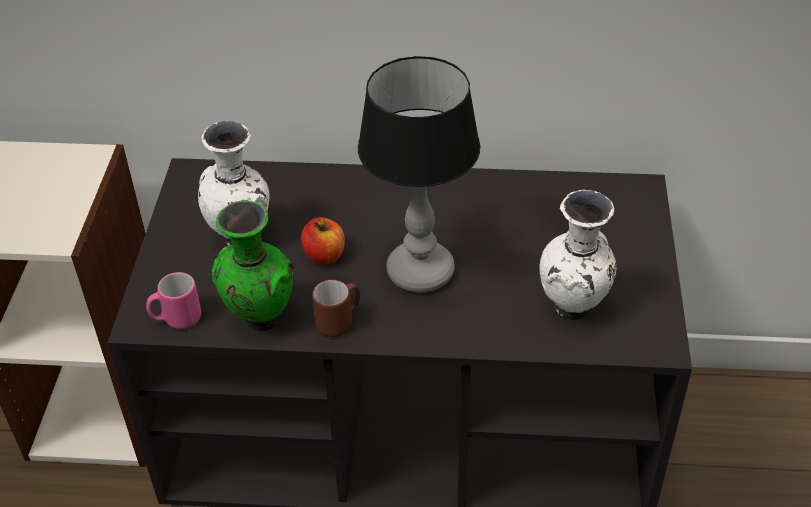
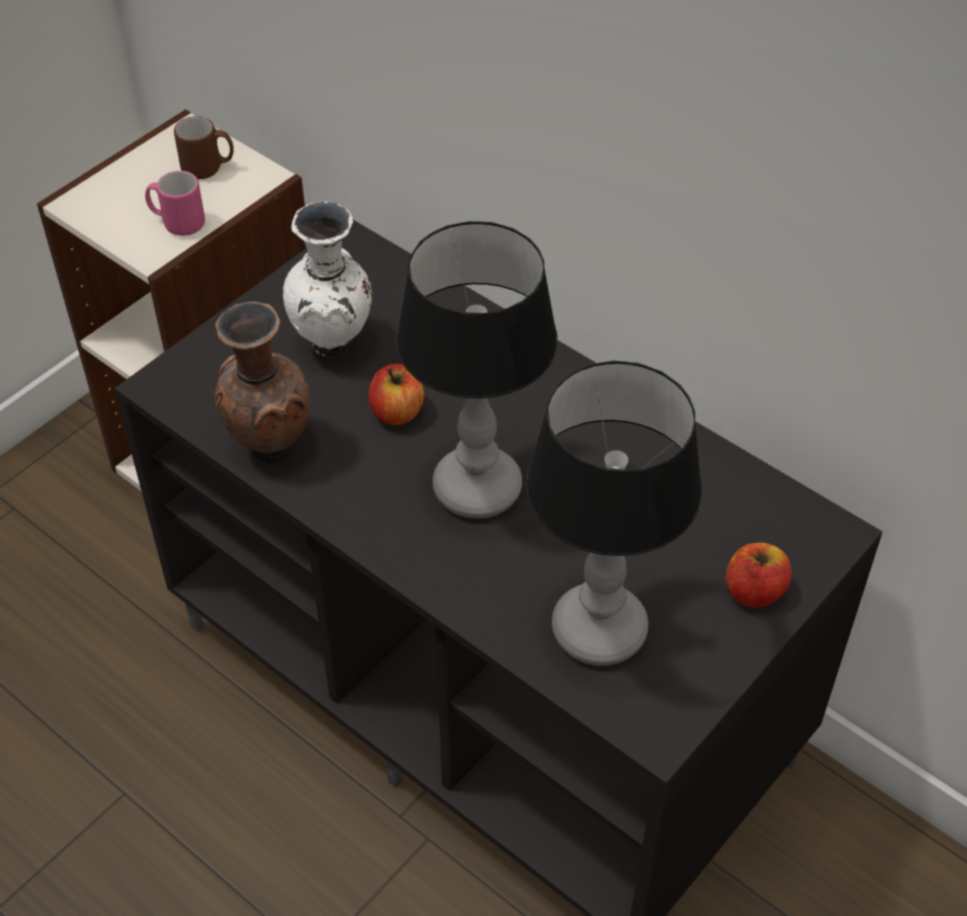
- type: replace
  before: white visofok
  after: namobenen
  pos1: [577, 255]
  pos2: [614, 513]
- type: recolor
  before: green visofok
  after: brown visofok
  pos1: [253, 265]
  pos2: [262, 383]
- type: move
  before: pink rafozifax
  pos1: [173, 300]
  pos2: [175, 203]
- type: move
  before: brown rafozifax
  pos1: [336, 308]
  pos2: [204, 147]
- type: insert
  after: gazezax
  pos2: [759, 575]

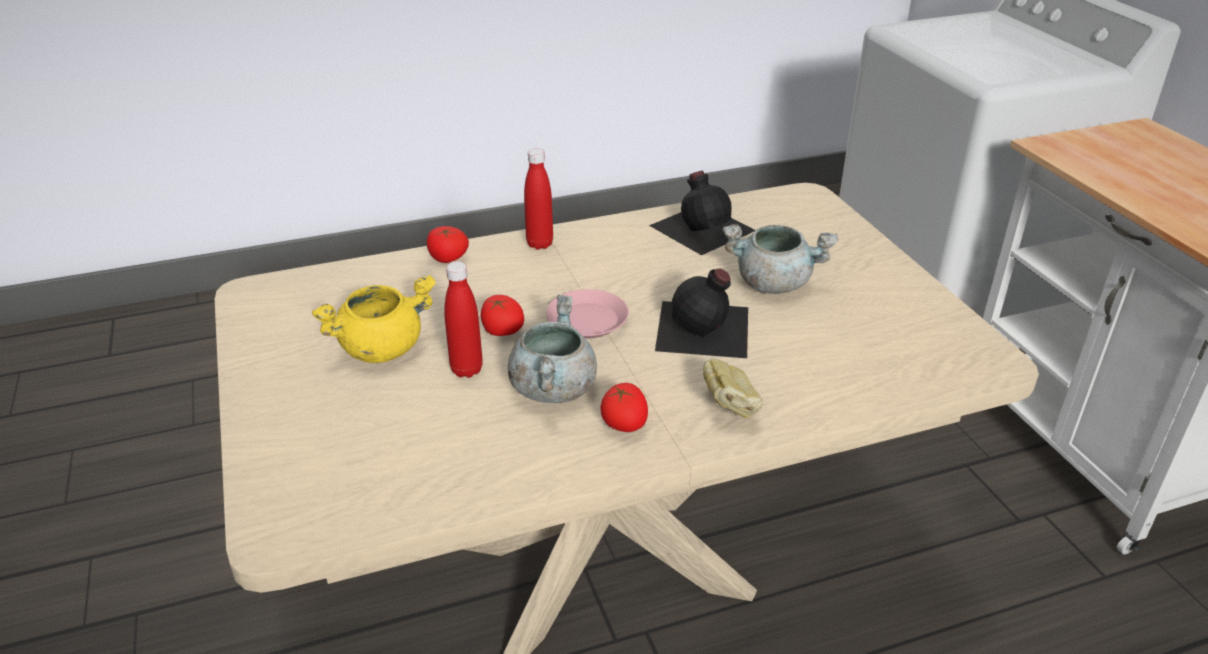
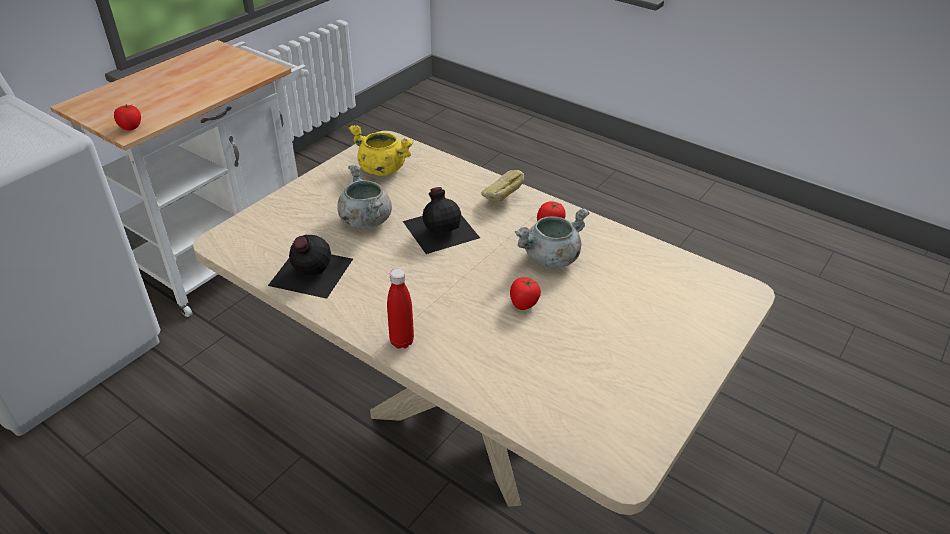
- type: move
  before: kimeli
  pos1: [448, 244]
  pos2: [127, 117]
- type: delete
  before: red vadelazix
  pos1: [463, 319]
- type: move
  before: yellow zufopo
  pos1: [374, 319]
  pos2: [381, 150]
- type: delete
  before: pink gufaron
  pos1: [587, 313]

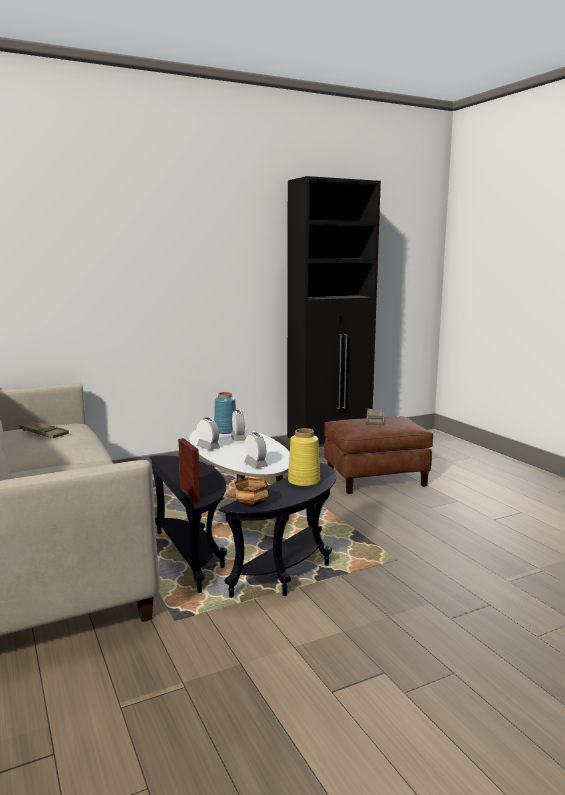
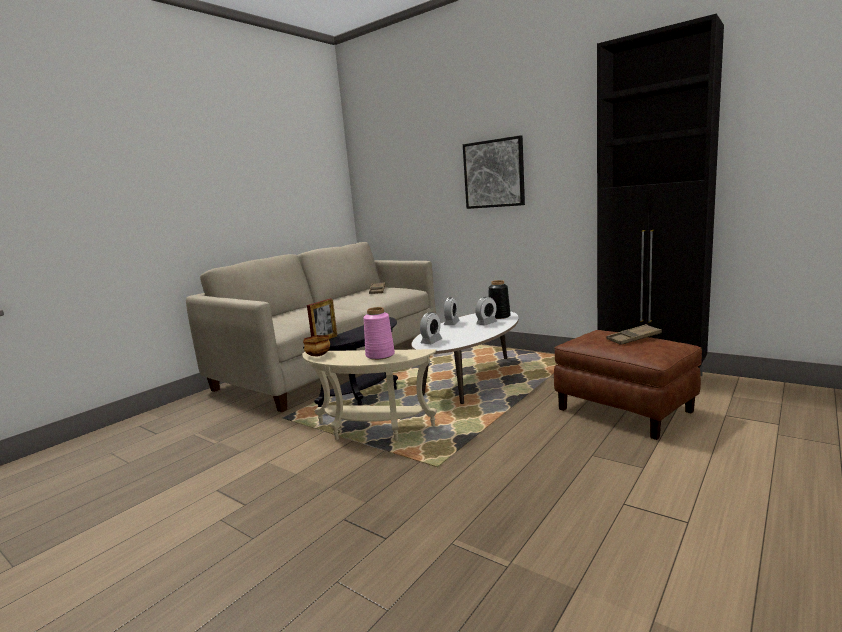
- type: recolor
  before: blue visofok
  after: black visofok
  pos1: [225, 413]
  pos2: [500, 299]
- type: recolor
  before: yellow visofok
  after: pink visofok
  pos1: [304, 457]
  pos2: [379, 333]
- type: recolor
  before: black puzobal
  after: beige puzobal
  pos1: [277, 530]
  pos2: [369, 395]
- type: insert
  after: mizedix
  pos2: [494, 172]

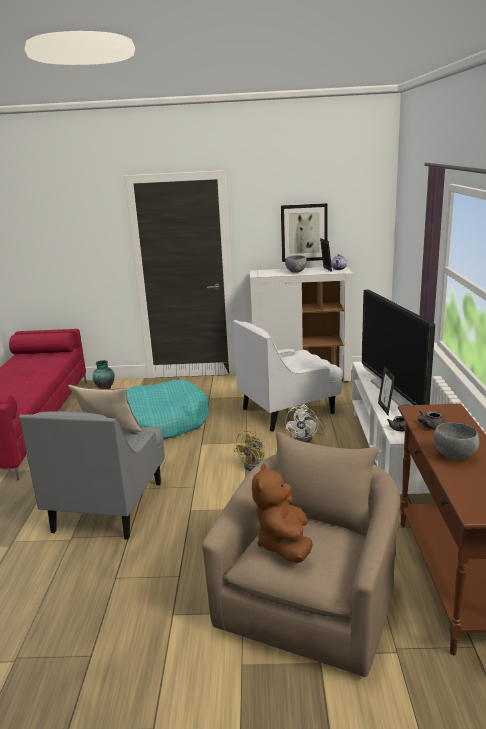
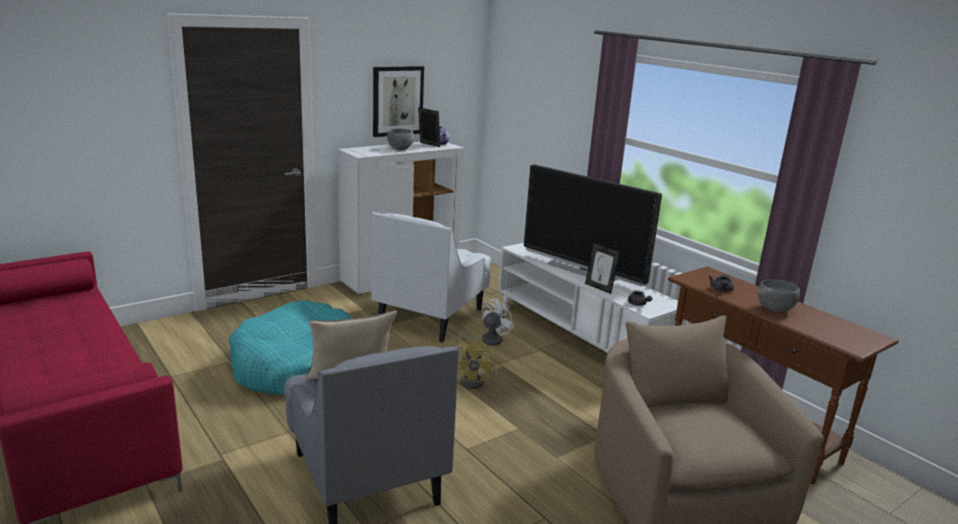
- type: delete
  before: visofok
  pos1: [103, 374]
- type: rotate
  before: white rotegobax
  pos1: [305, 424]
  pos2: [485, 322]
  turn: -120
- type: delete
  before: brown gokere
  pos1: [282, 513]

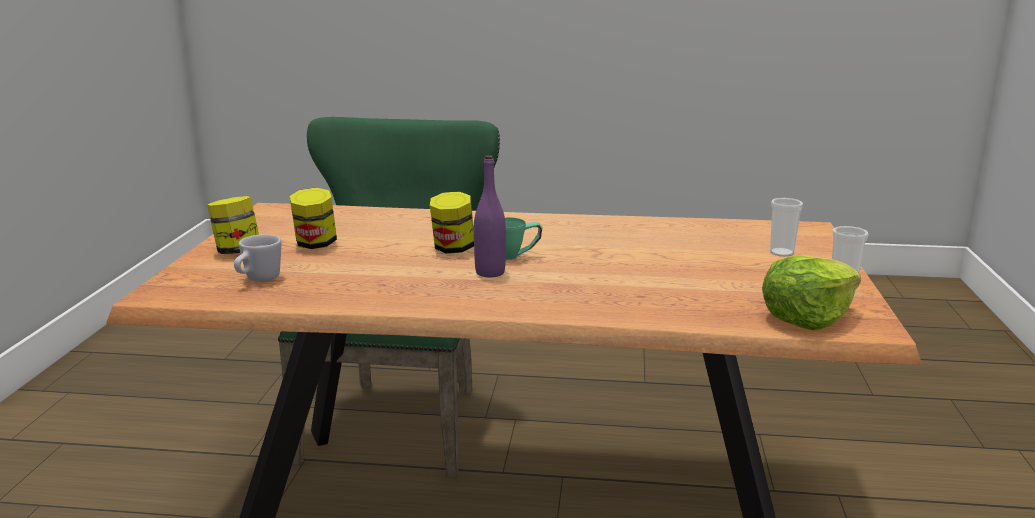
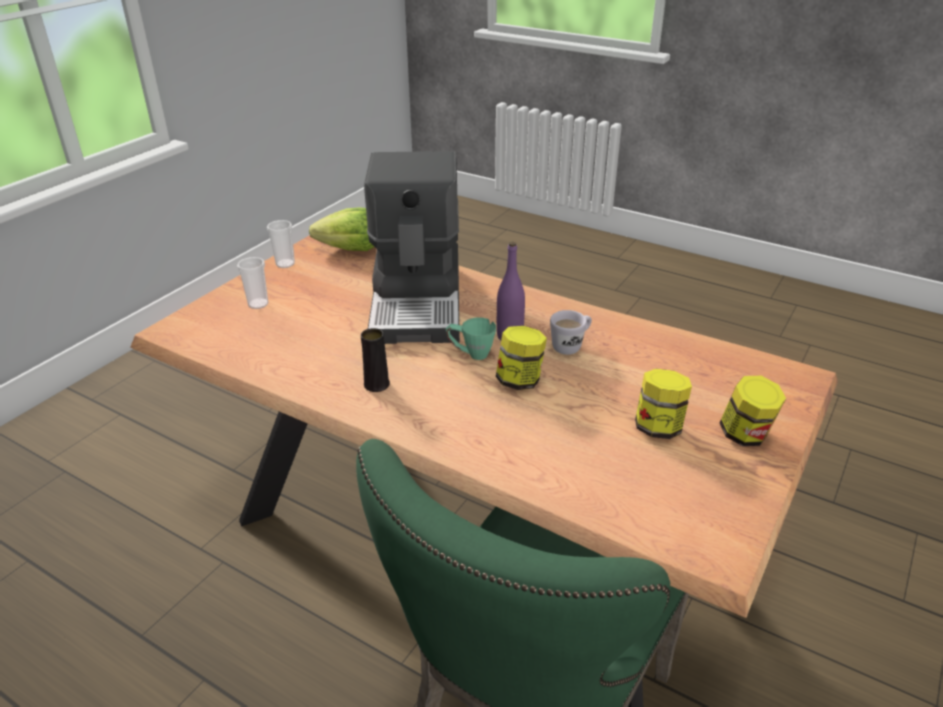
- type: move
  before: white rafozifax
  pos1: [257, 258]
  pos2: [571, 332]
- type: insert
  after: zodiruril
  pos2: [412, 247]
- type: insert
  after: black visofok
  pos2: [375, 360]

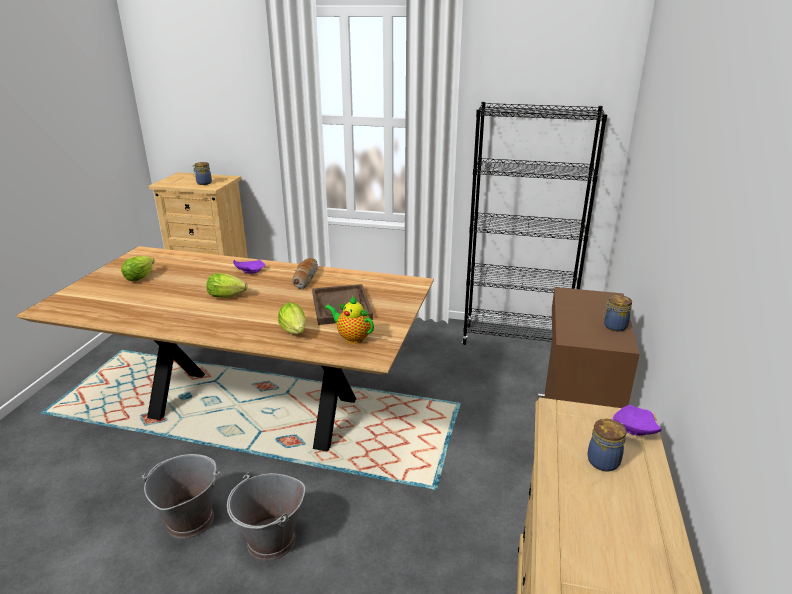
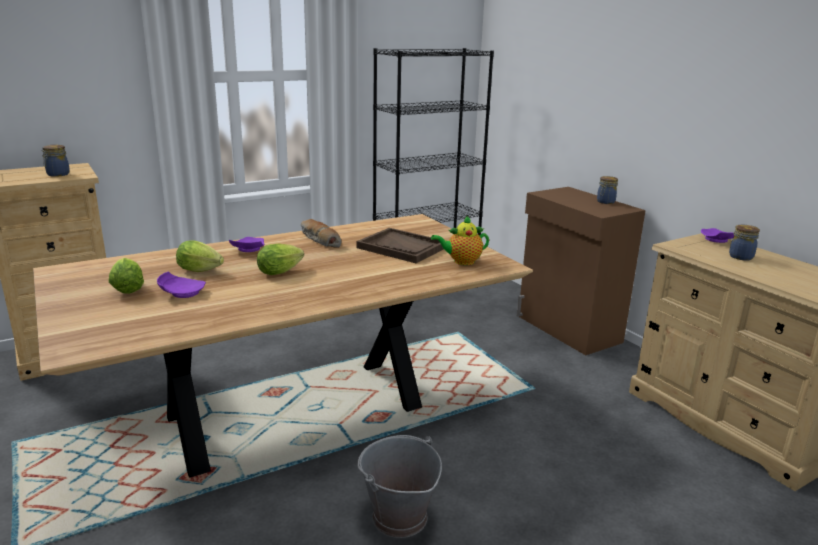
- type: move
  before: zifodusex
  pos1: [292, 318]
  pos2: [200, 256]
- type: delete
  before: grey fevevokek
  pos1: [266, 516]
- type: insert
  after: purple gufaron
  pos2: [181, 285]

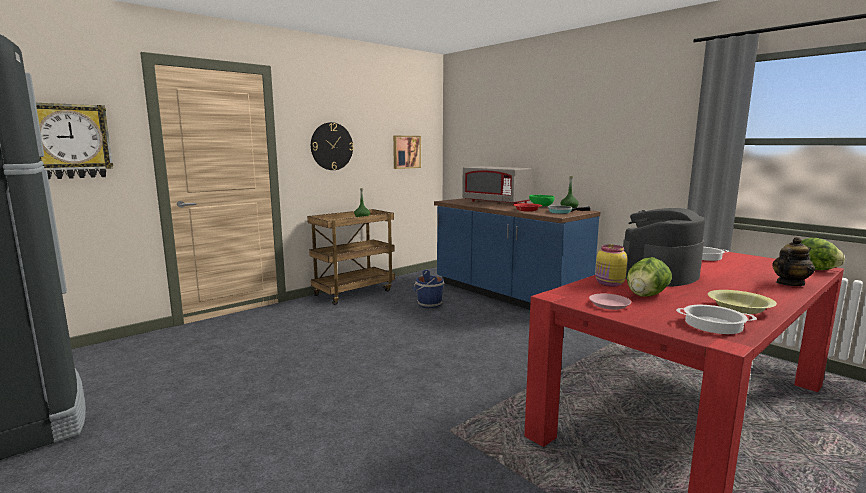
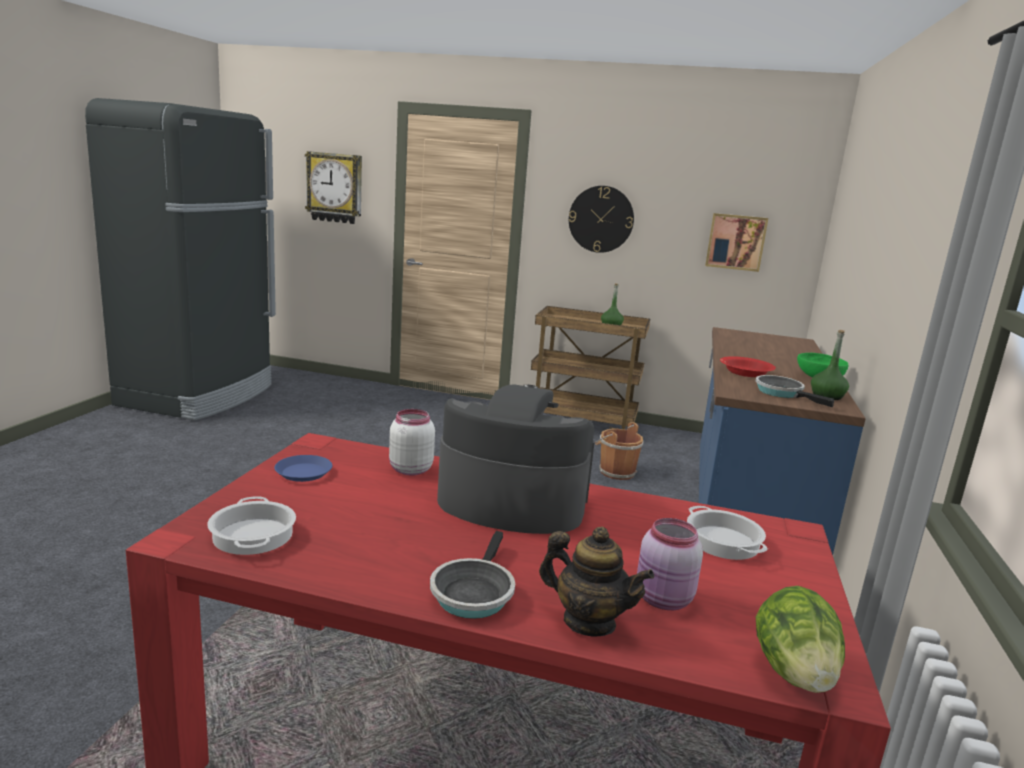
- type: delete
  before: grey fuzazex
  pos1: [497, 185]
- type: recolor
  before: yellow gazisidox
  after: white gazisidox
  pos1: [611, 266]
  pos2: [412, 442]
- type: delete
  before: zifodusex
  pos1: [649, 277]
- type: recolor
  before: blue fevevokek
  after: brown fevevokek
  pos1: [428, 289]
  pos2: [619, 451]
- type: delete
  before: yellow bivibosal
  pos1: [742, 302]
- type: recolor
  before: pink gufaron
  after: blue gufaron
  pos1: [610, 302]
  pos2: [303, 468]
- type: insert
  after: pink gazisidox
  pos2: [670, 564]
- type: insert
  after: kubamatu
  pos2: [472, 575]

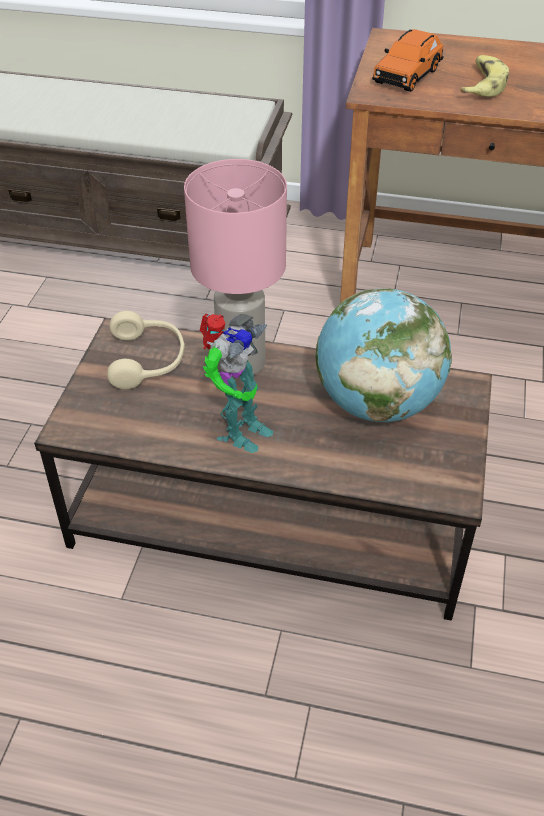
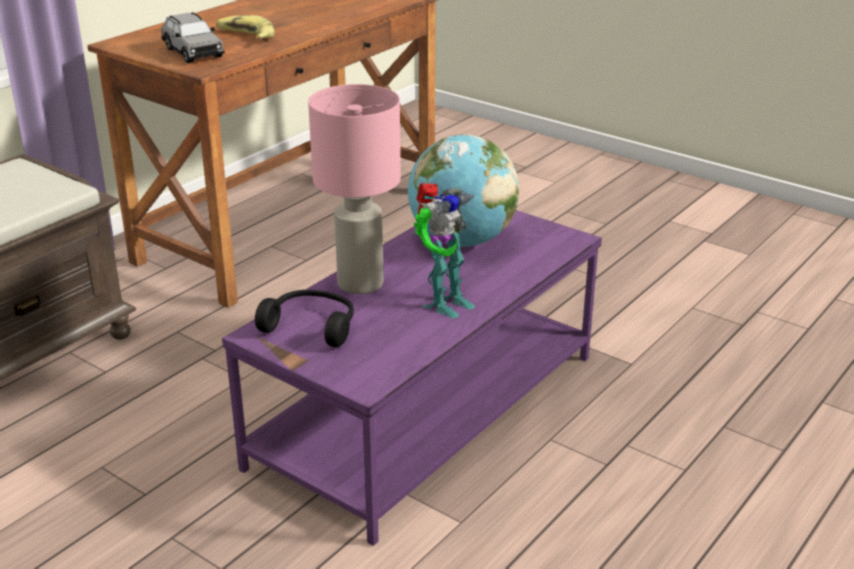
- type: recolor
  before: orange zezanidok
  after: grey zezanidok
  pos1: [408, 60]
  pos2: [193, 37]
- type: recolor
  before: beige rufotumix
  after: black rufotumix
  pos1: [146, 350]
  pos2: [304, 318]
- type: rotate
  before: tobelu
  pos1: [236, 383]
  pos2: [444, 250]
  turn: 75
- type: recolor
  before: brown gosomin
  after: purple gosomin
  pos1: [263, 469]
  pos2: [412, 378]

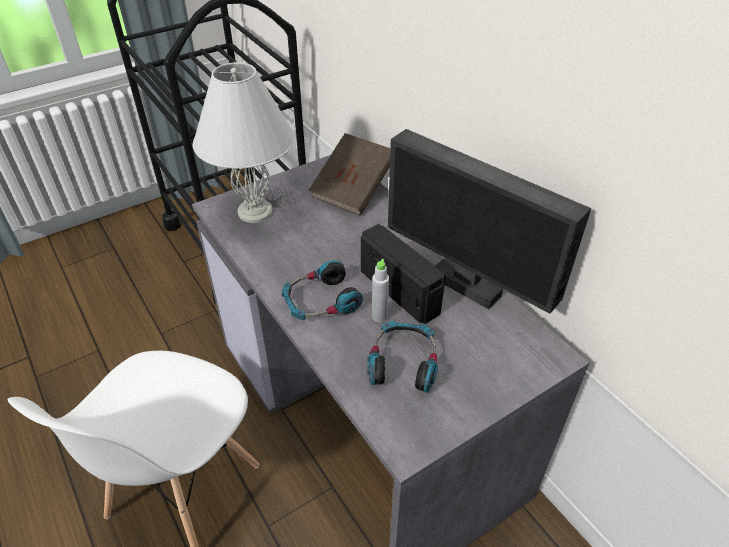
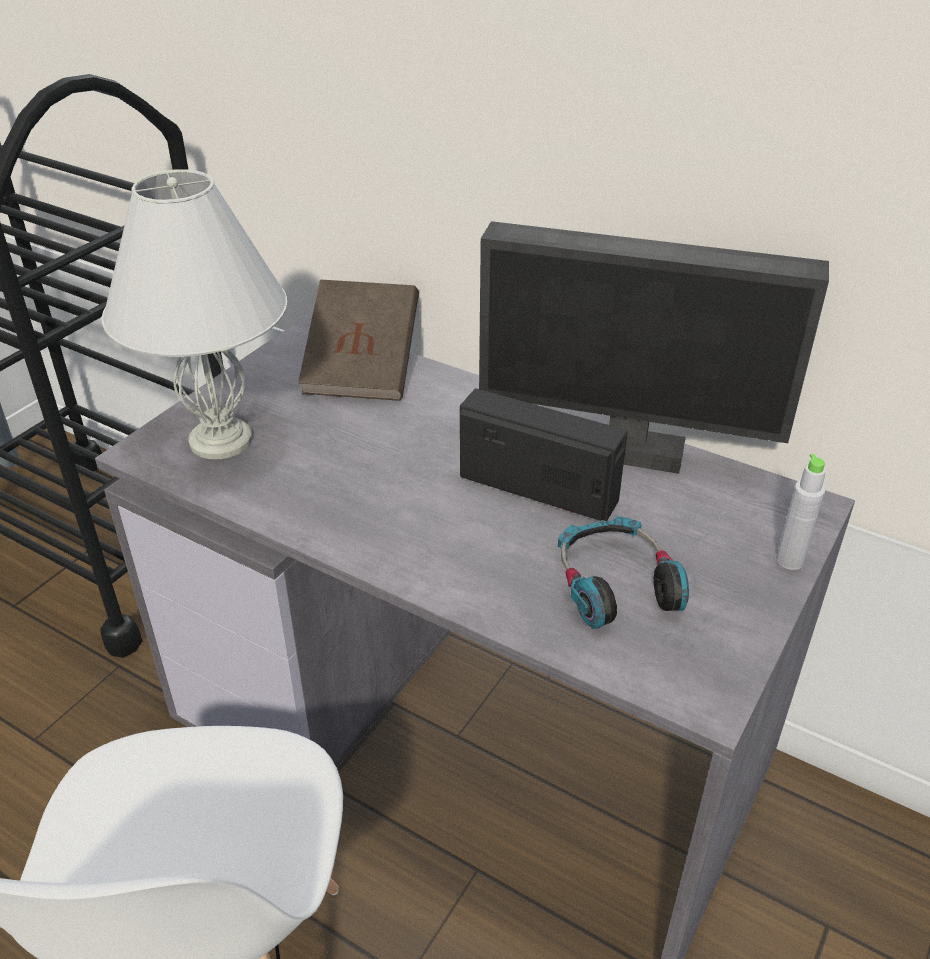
- type: move
  before: grey vadelazix
  pos1: [380, 290]
  pos2: [801, 512]
- type: delete
  before: rufotumix
  pos1: [322, 290]

